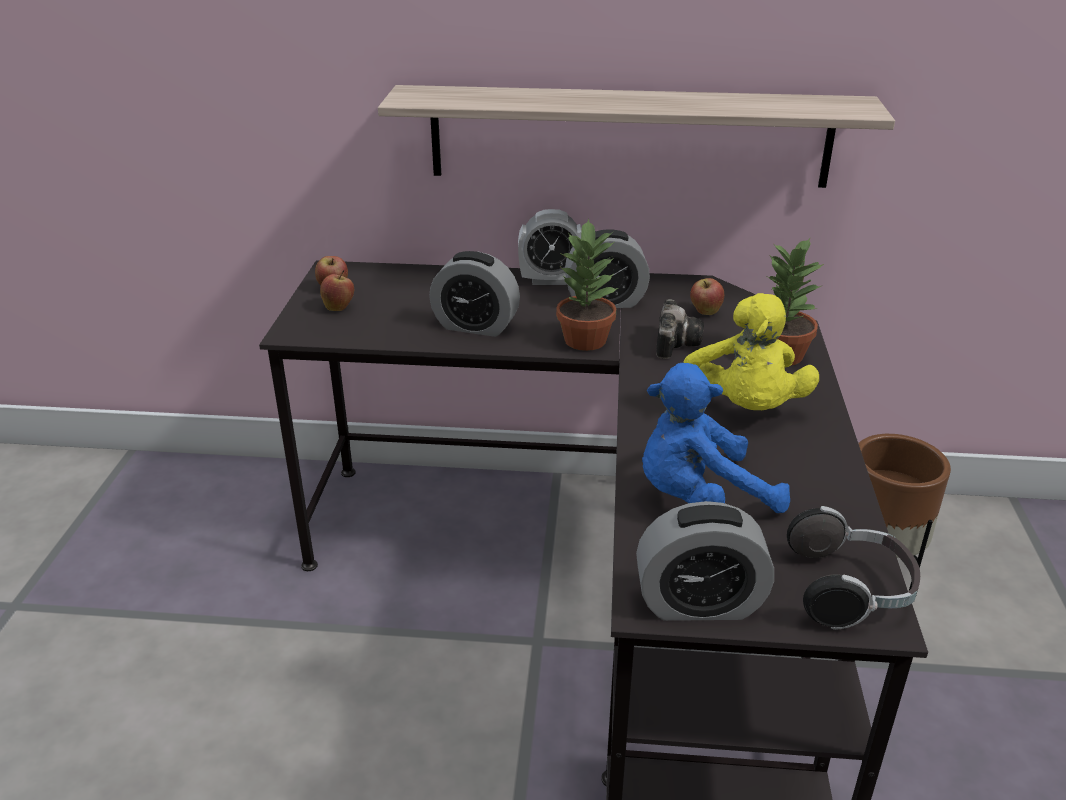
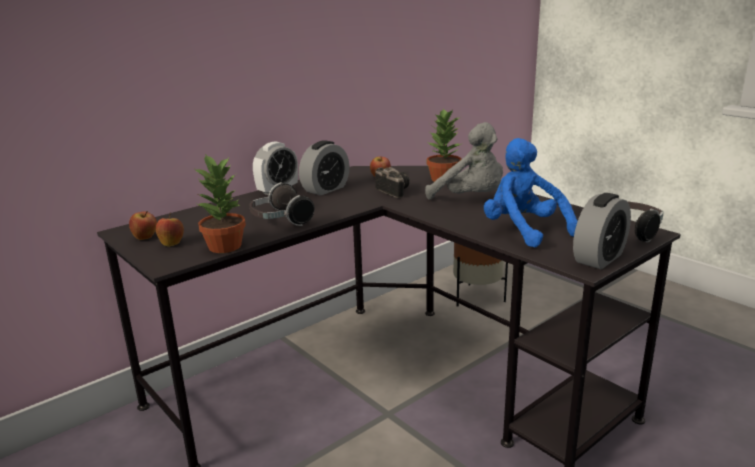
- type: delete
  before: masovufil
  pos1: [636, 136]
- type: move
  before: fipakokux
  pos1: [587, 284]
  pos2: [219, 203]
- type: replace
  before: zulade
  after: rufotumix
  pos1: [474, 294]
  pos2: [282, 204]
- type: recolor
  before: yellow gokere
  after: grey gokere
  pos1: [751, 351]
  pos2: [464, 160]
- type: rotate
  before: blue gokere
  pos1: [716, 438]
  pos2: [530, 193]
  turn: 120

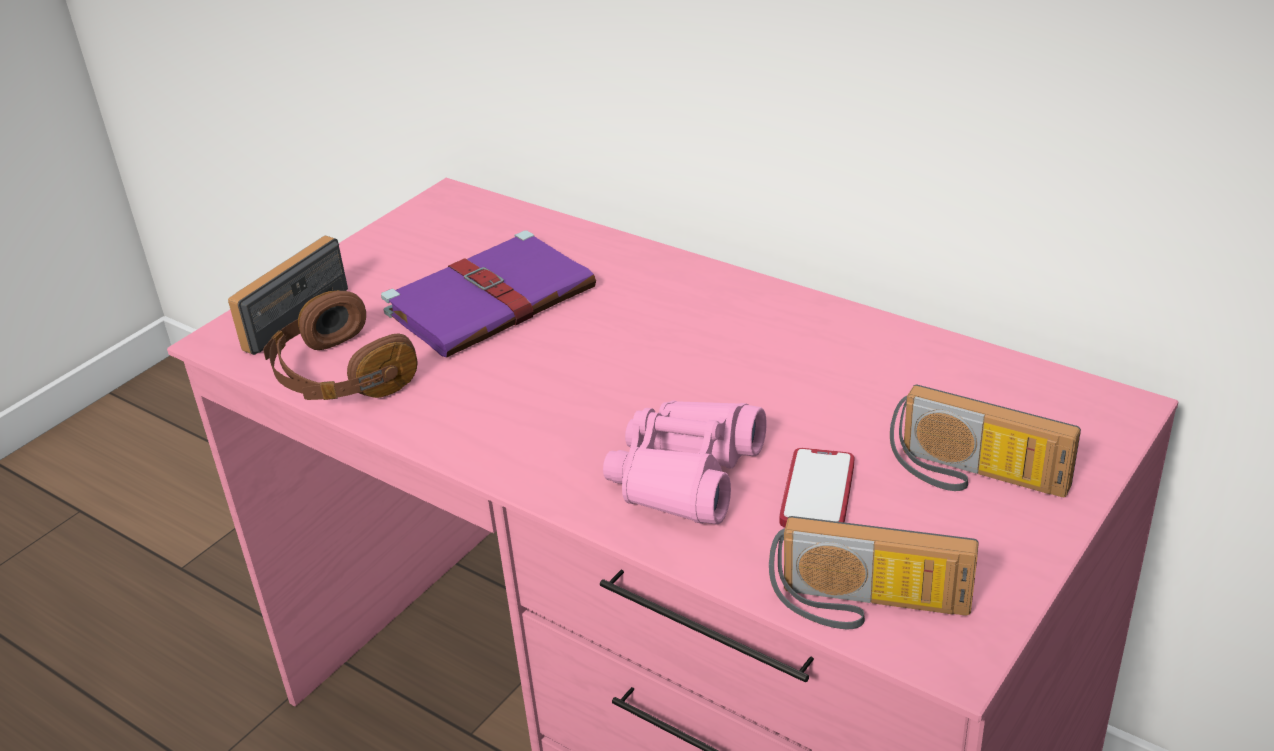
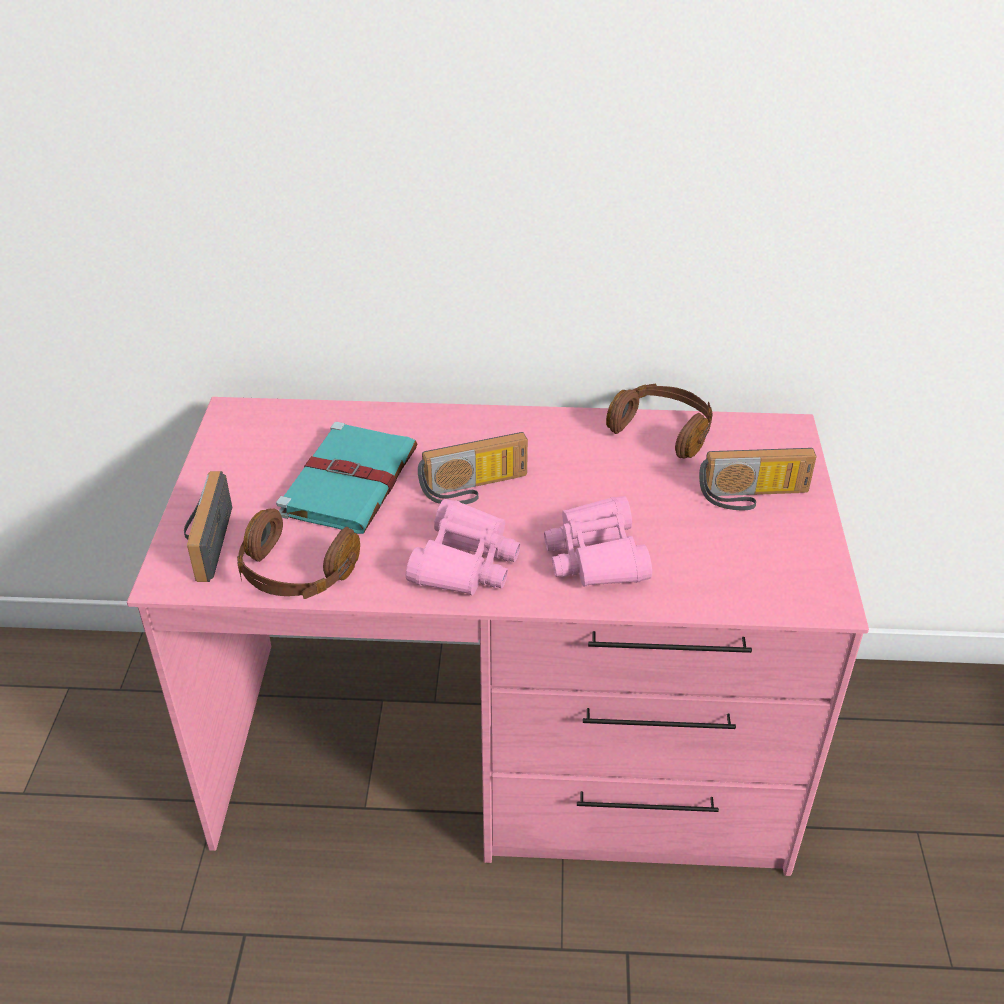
- type: recolor
  before: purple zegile
  after: turquoise zegile
  pos1: [488, 294]
  pos2: [347, 478]
- type: delete
  before: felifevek
  pos1: [816, 488]
- type: move
  before: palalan
  pos1: [874, 572]
  pos2: [473, 468]
- type: insert
  after: brown rufotumix
  pos2: [659, 421]
- type: insert
  after: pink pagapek
  pos2: [463, 547]

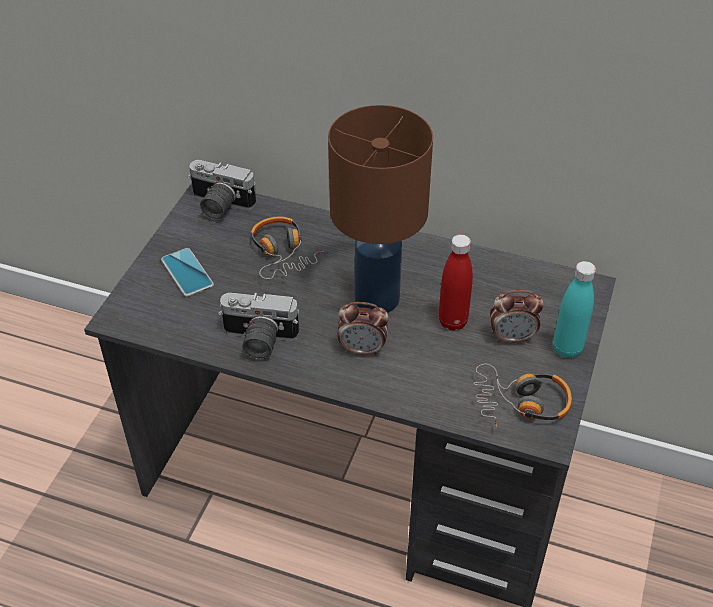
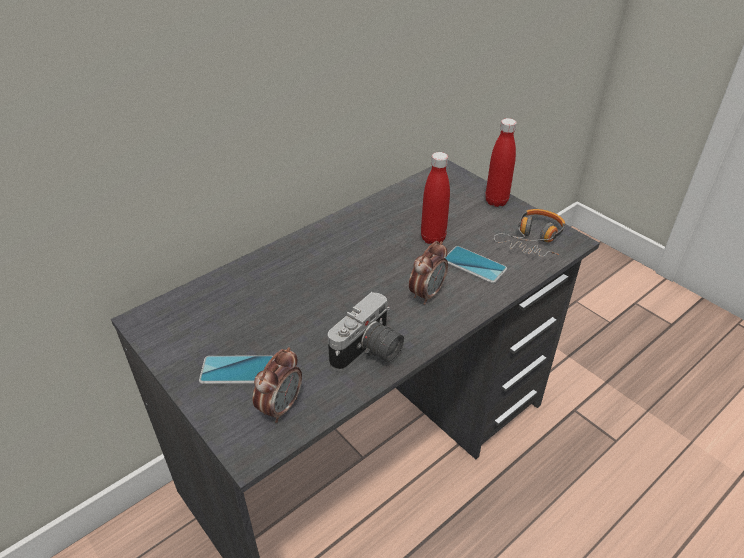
- type: delete
  before: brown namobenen
  pos1: [380, 209]
- type: delete
  before: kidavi
  pos1: [221, 190]
- type: delete
  before: rufotumix
  pos1: [288, 248]
- type: recolor
  before: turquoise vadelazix
  after: red vadelazix
  pos1: [574, 309]
  pos2: [500, 162]
- type: move
  before: zulade
  pos1: [517, 316]
  pos2: [277, 385]
- type: insert
  after: felifevek
  pos2: [475, 264]

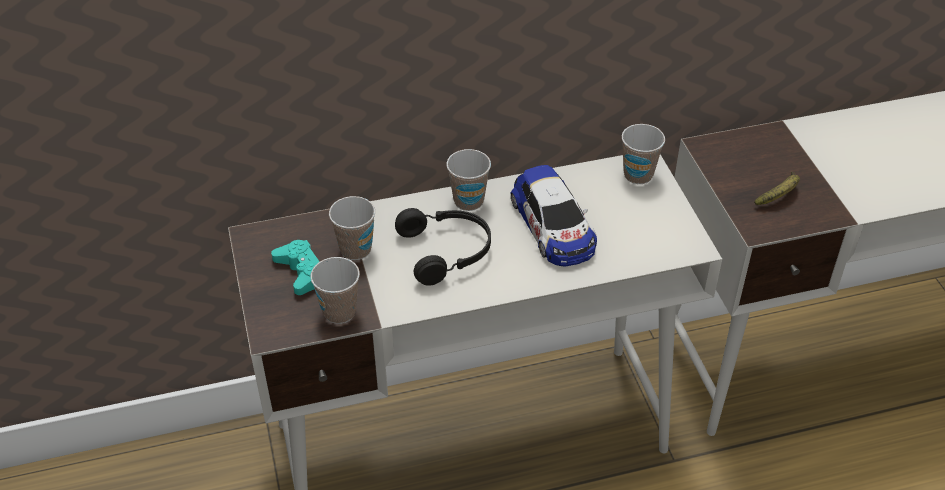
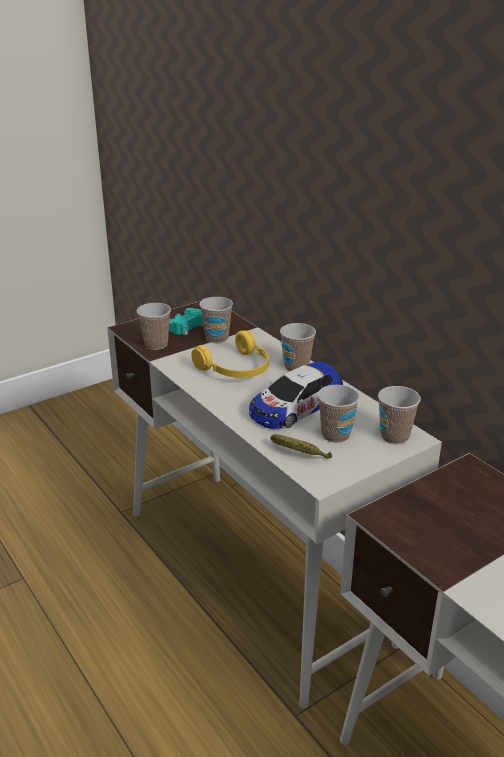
- type: move
  before: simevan
  pos1: [777, 188]
  pos2: [301, 446]
- type: recolor
  before: black rufotumix
  after: yellow rufotumix
  pos1: [443, 247]
  pos2: [230, 354]
- type: insert
  after: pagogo
  pos2: [339, 414]

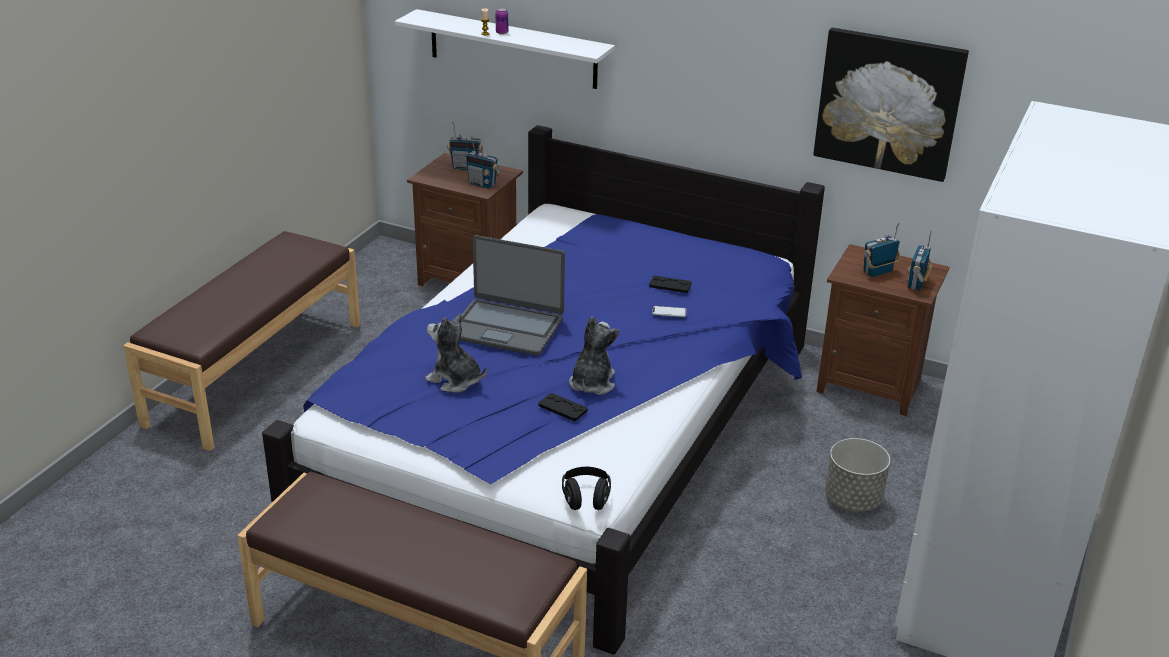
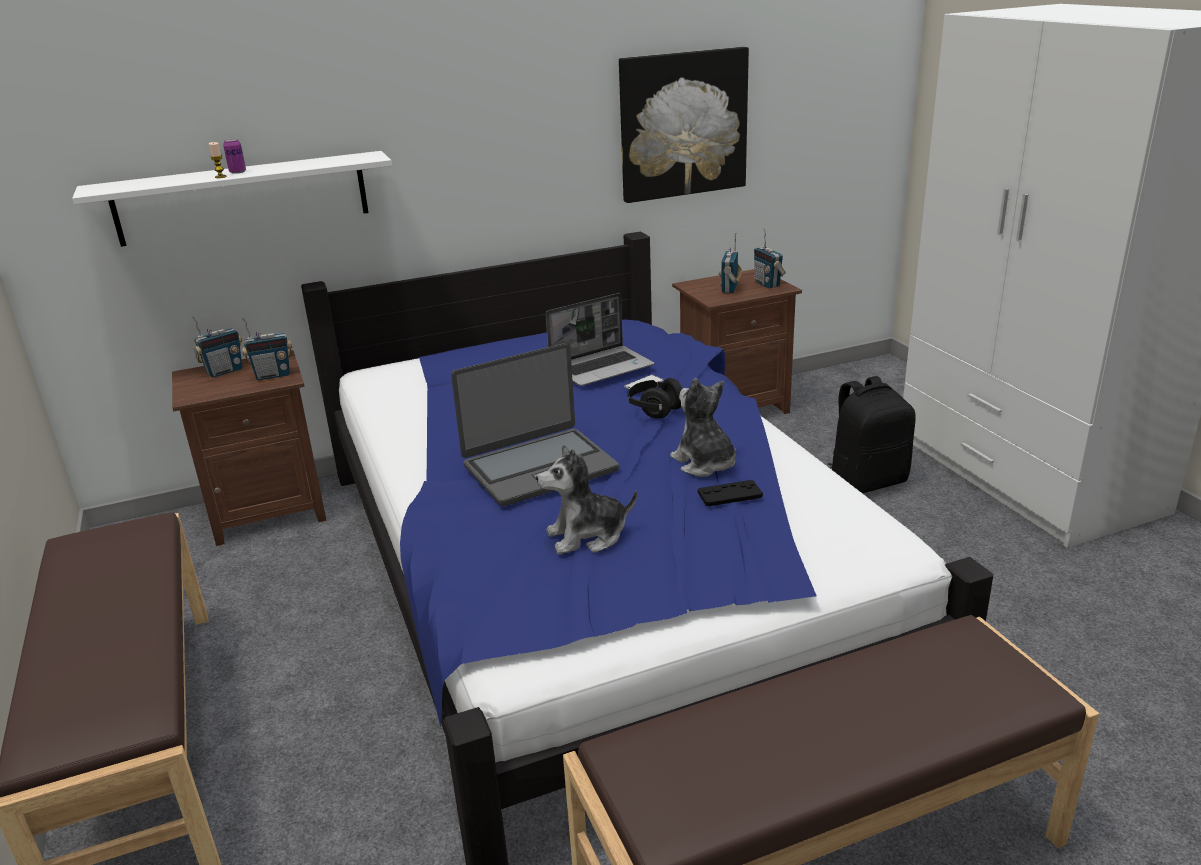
- type: replace
  before: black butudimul
  after: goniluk
  pos1: [670, 284]
  pos2: [600, 339]
- type: replace
  before: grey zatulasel
  after: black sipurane
  pos1: [857, 475]
  pos2: [872, 435]
- type: move
  before: black rufotumix
  pos1: [586, 488]
  pos2: [655, 398]

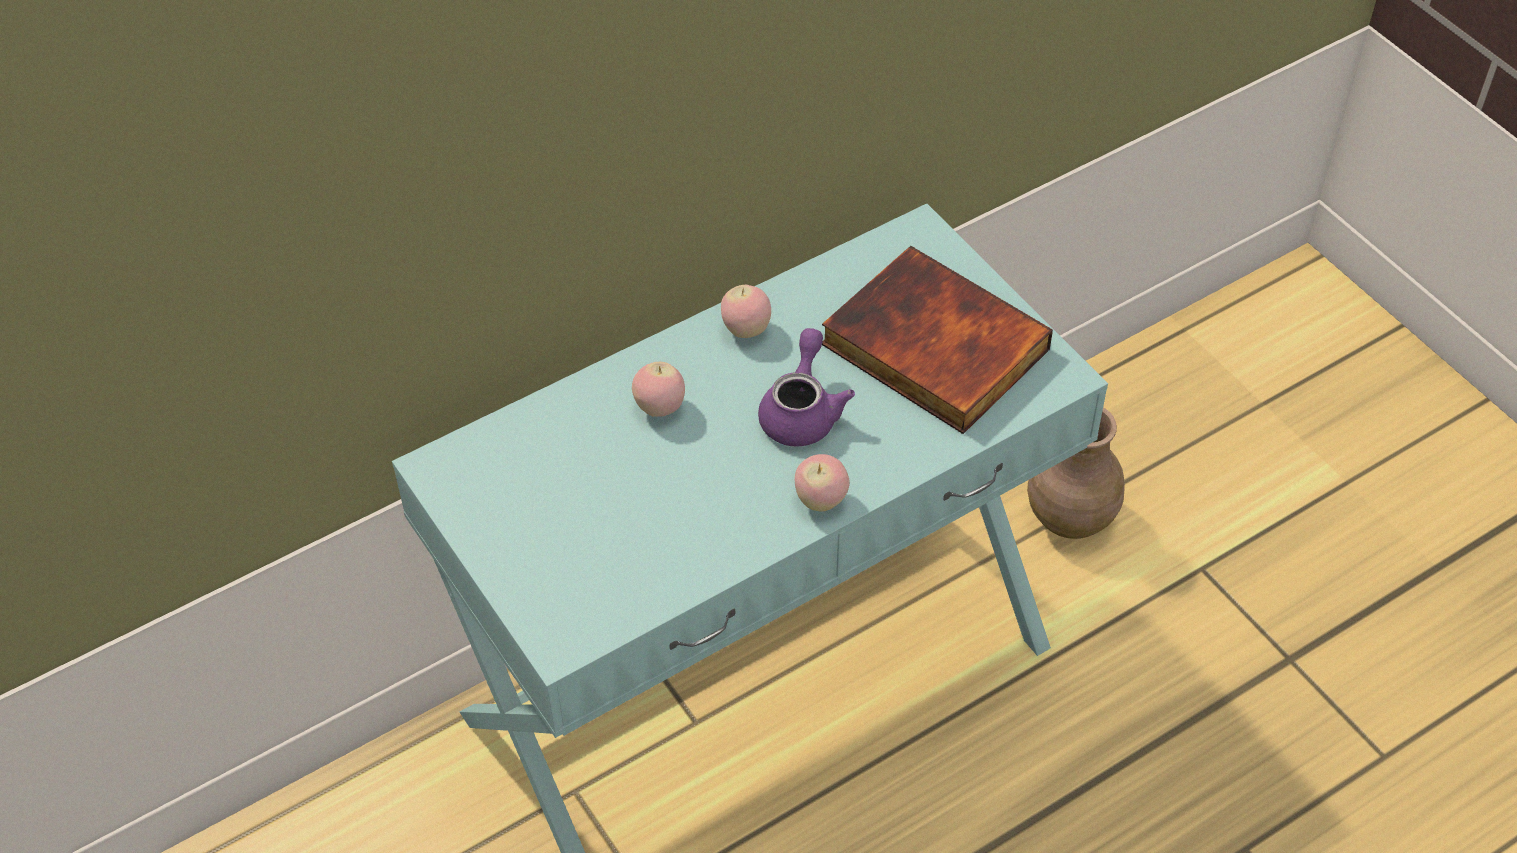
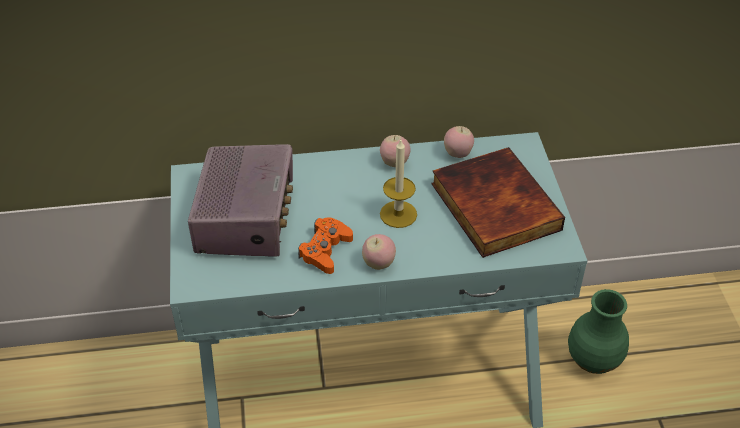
- type: replace
  before: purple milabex
  after: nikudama
  pos1: [806, 387]
  pos2: [398, 183]
- type: move
  before: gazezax
  pos1: [658, 389]
  pos2: [459, 142]
- type: recolor
  before: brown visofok
  after: green visofok
  pos1: [1076, 473]
  pos2: [598, 331]
- type: insert
  after: palalan
  pos2: [240, 200]
- type: insert
  after: orange butudimul
  pos2: [325, 245]

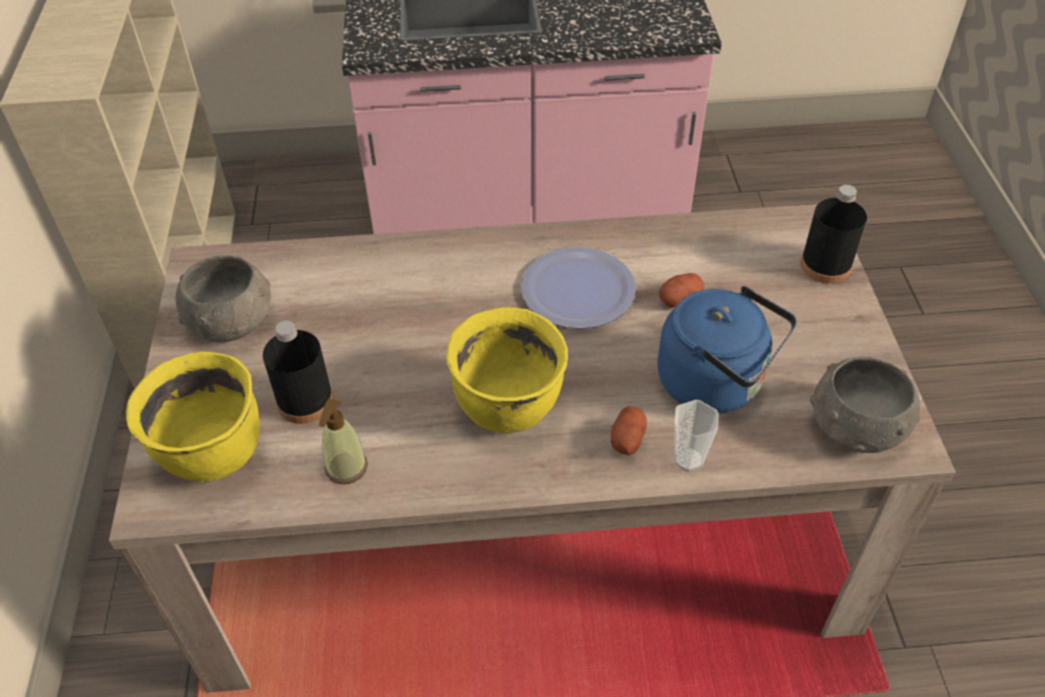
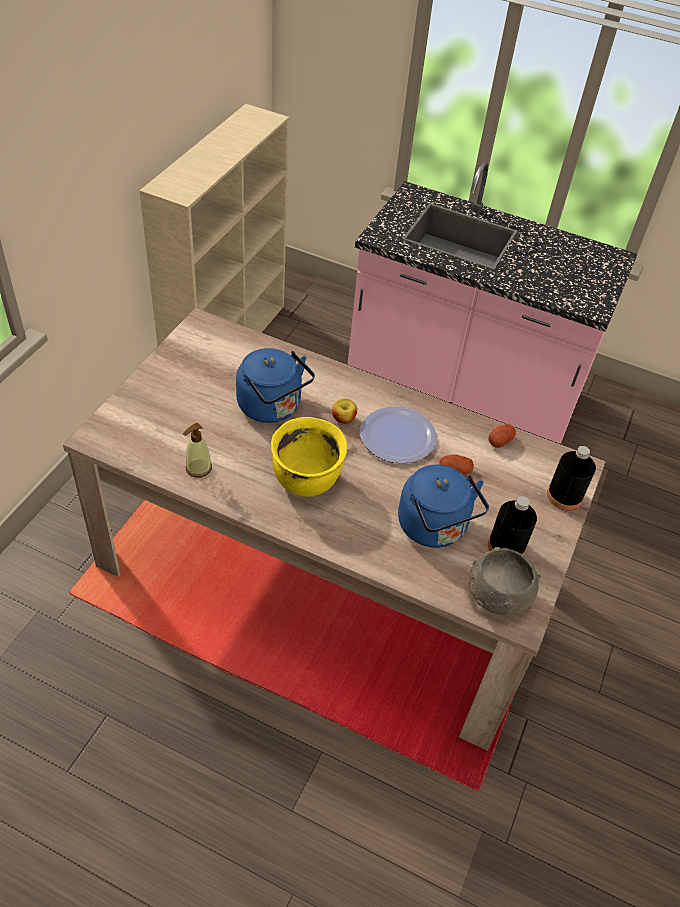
- type: delete
  before: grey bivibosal
  pos1: [223, 298]
- type: move
  before: black vadelazix
  pos1: [298, 372]
  pos2: [512, 526]
- type: delete
  before: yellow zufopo
  pos1: [193, 416]
- type: delete
  before: pagogo
  pos1: [696, 436]
- type: move
  before: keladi
  pos1: [629, 430]
  pos2: [502, 436]
- type: insert
  after: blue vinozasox
  pos2: [275, 385]
- type: insert
  after: gazezax
  pos2: [344, 411]

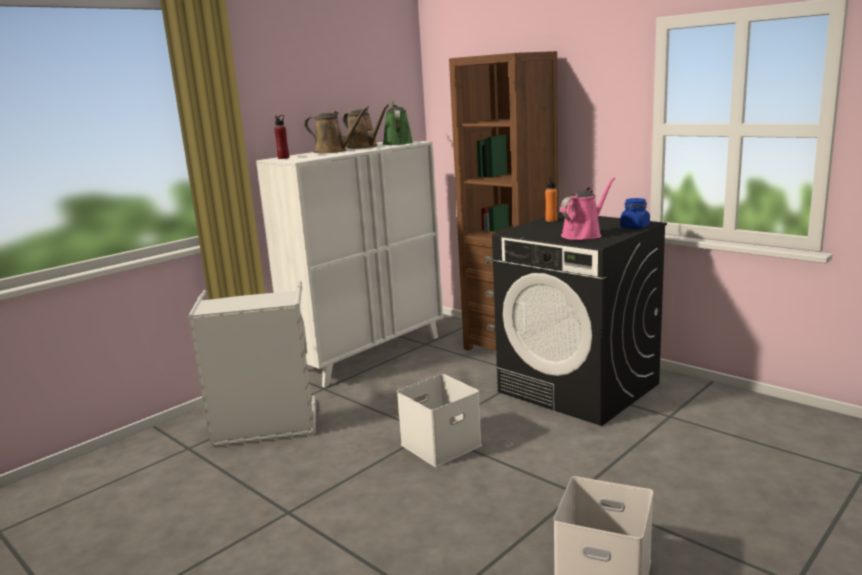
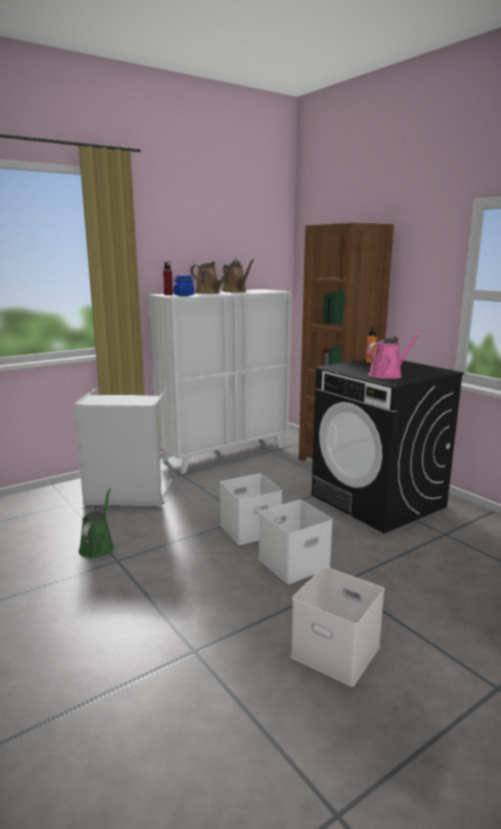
- type: move
  before: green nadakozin
  pos1: [397, 123]
  pos2: [96, 523]
- type: move
  before: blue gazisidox
  pos1: [635, 213]
  pos2: [183, 285]
- type: insert
  after: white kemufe
  pos2: [296, 542]

